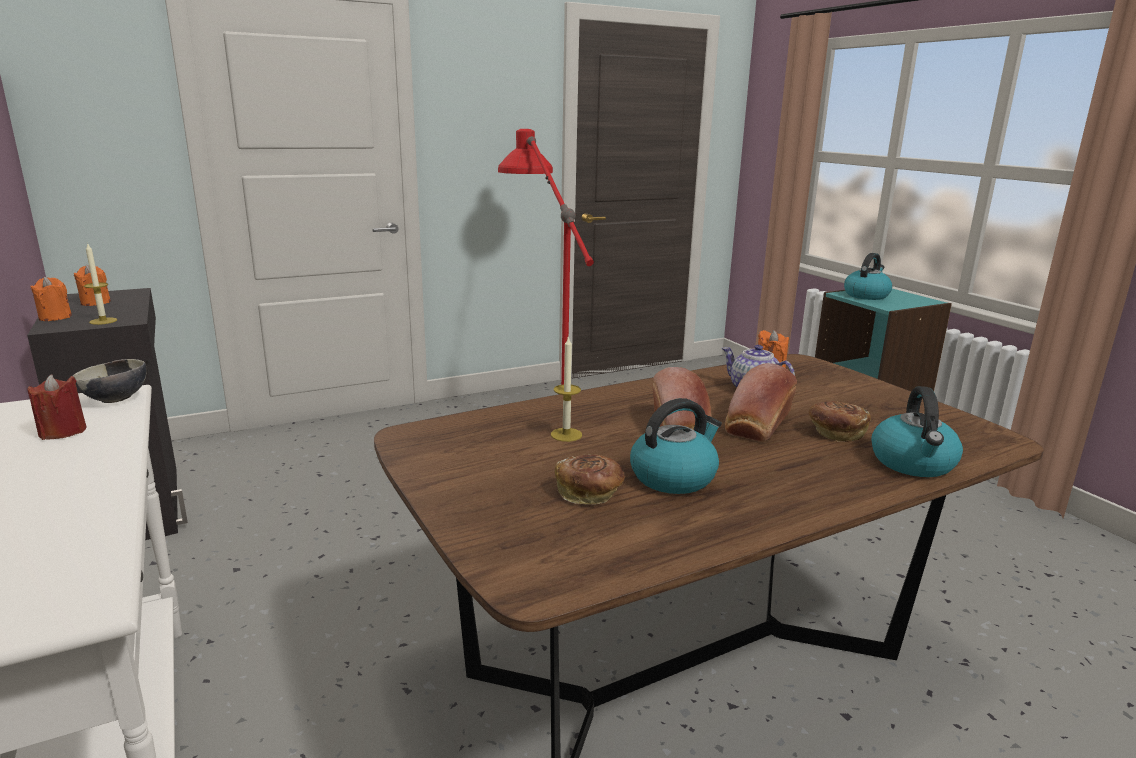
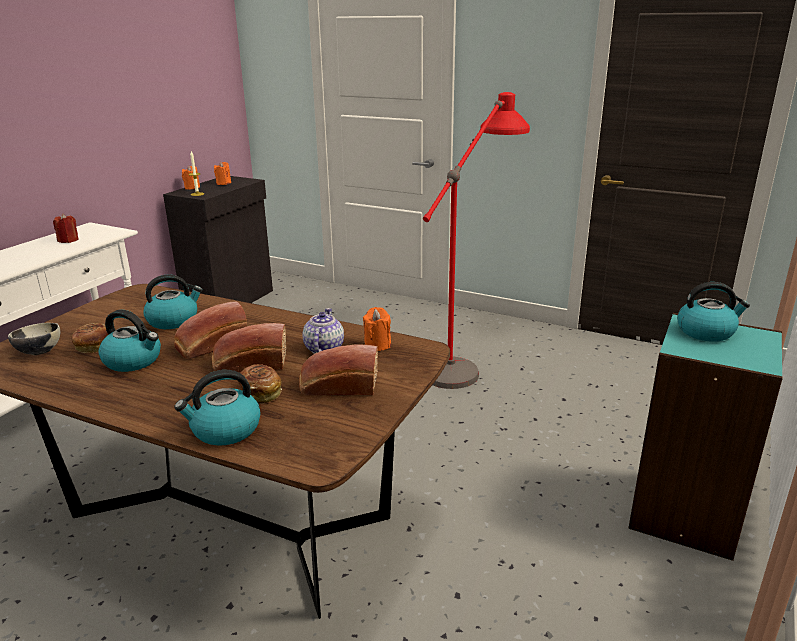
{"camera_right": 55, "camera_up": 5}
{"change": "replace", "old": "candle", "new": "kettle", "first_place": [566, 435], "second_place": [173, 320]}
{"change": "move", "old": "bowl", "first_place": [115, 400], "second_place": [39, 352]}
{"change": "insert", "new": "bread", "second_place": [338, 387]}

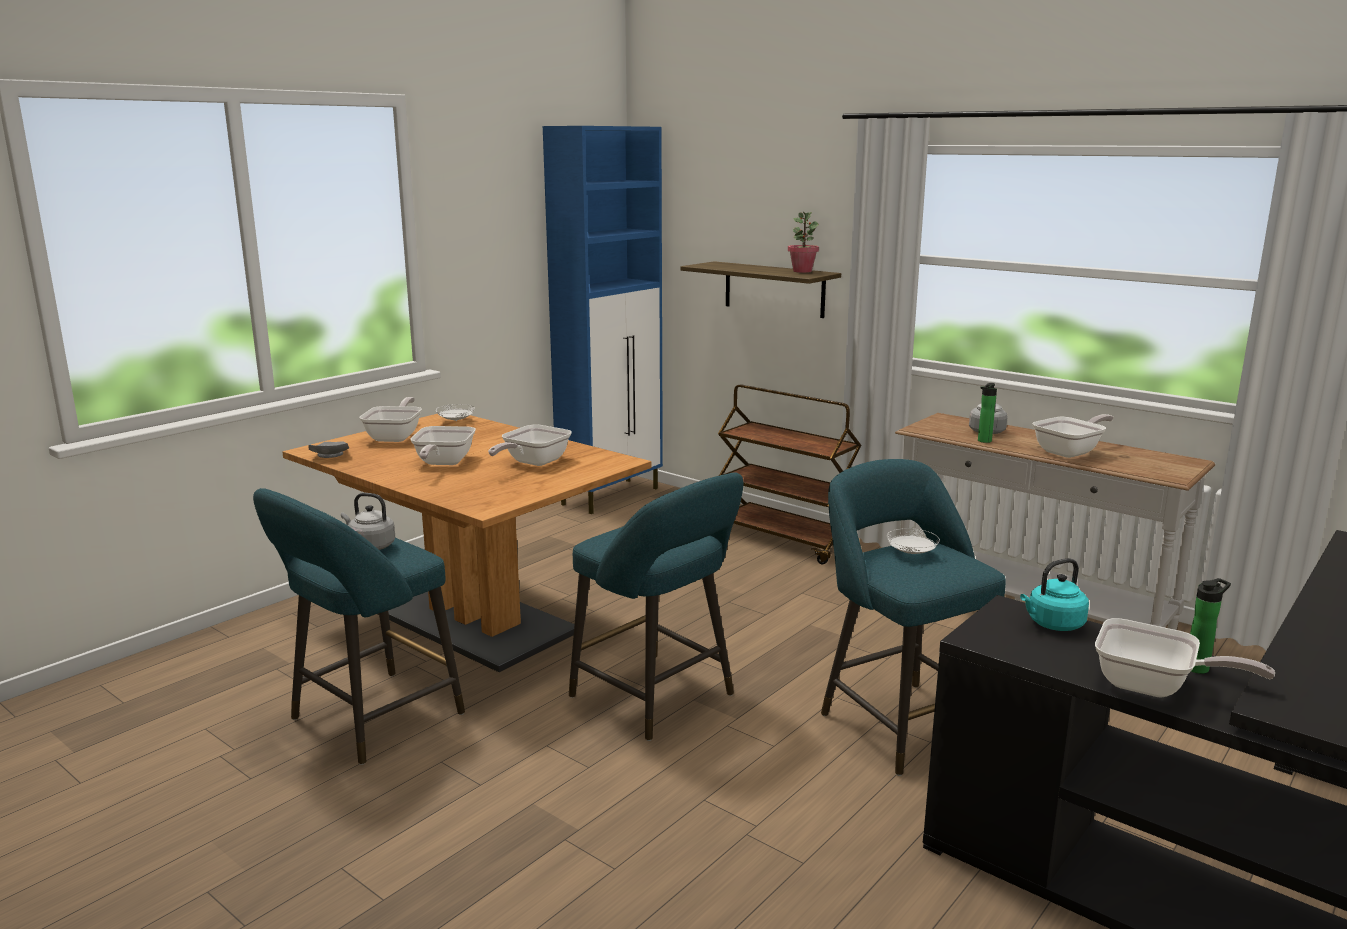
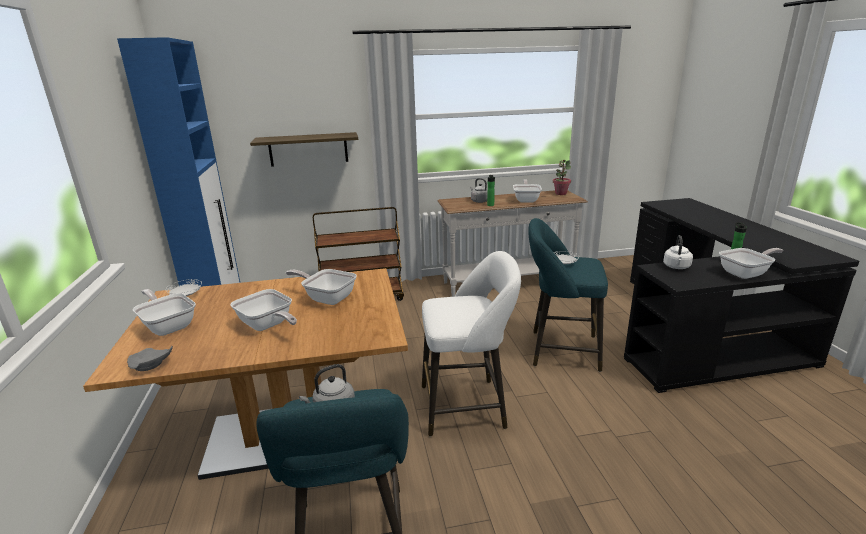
{"camera_right": -50, "camera_up": 5}
{"change": "move", "old": "potted plant", "first_place": [802, 271], "second_place": [560, 193]}
{"change": "rotate", "old": "frying pan", "first_place": [532, 463], "second_place": [327, 298], "degrees": 135}
{"change": "recolor", "old": "turquoise stool", "new": "white stool", "first_place": [658, 699], "second_place": [468, 406]}
{"change": "recolor", "old": "turquoise kettle", "new": "white kettle", "first_place": [1053, 624], "second_place": [676, 267]}

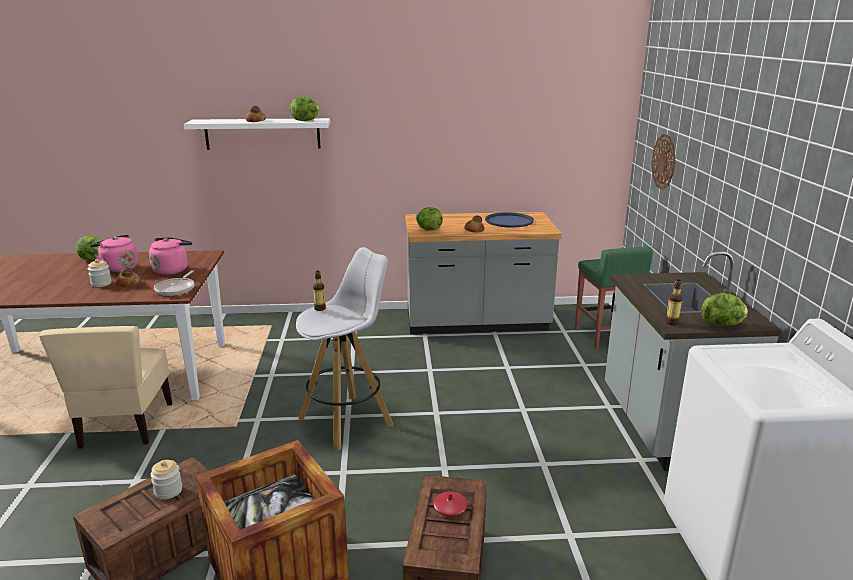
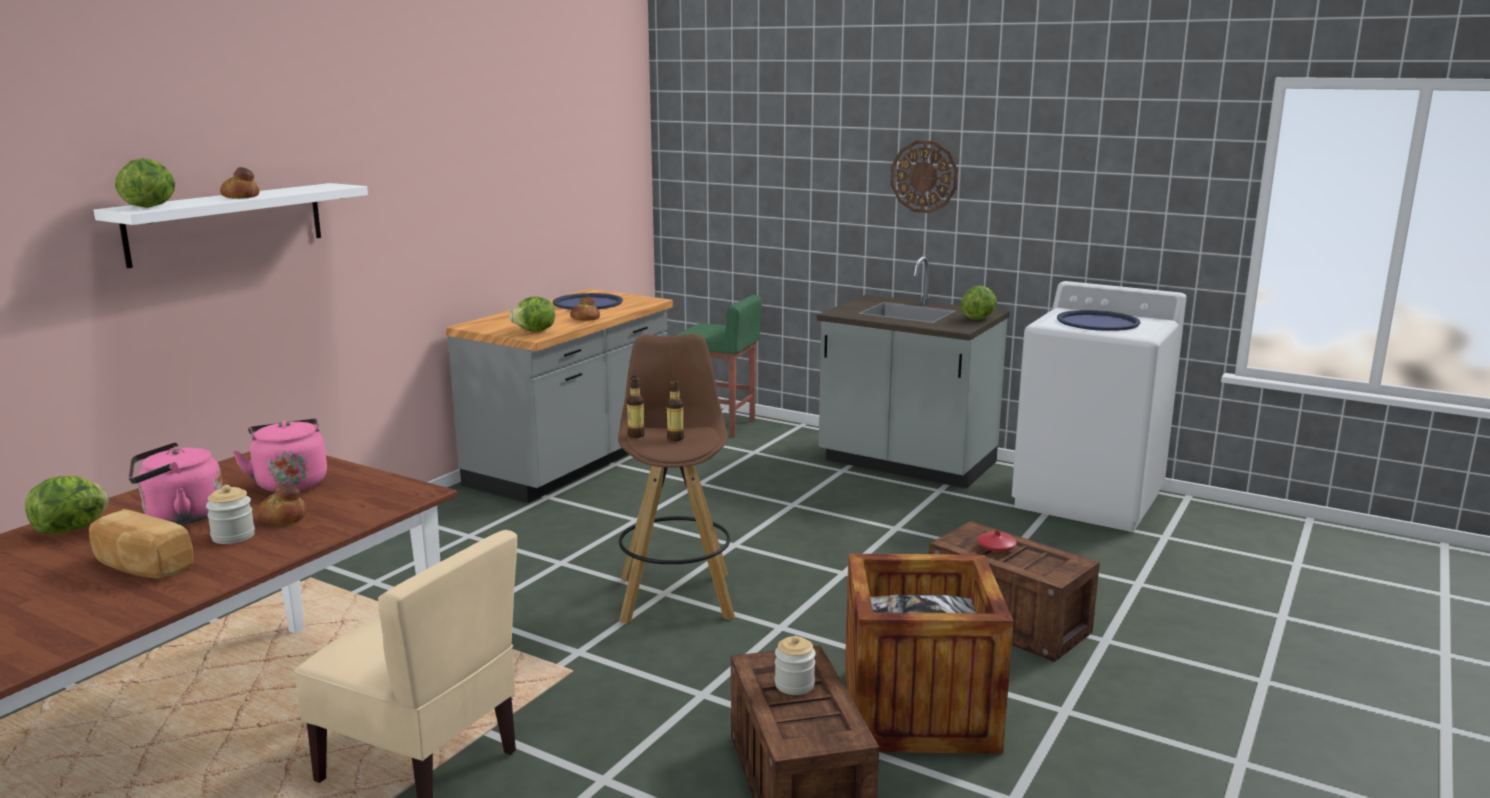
{"camera_right": -55, "camera_up": -5}
{"change": "move", "old": "lettuce", "first_place": [306, 120], "second_place": [151, 207]}
{"change": "move", "old": "wall clock", "first_place": [664, 161], "second_place": [924, 176]}
{"change": "recolor", "old": "white stool", "new": "brown stool", "first_place": [347, 421], "second_place": [676, 596]}
{"change": "delete", "old": "frying pan", "first_place": [176, 289]}
{"change": "move", "old": "bottle", "first_place": [671, 323], "second_place": [675, 438]}
{"change": "insert", "new": "blue tray", "second_place": [1097, 322]}
{"change": "insert", "new": "bread", "second_place": [142, 566]}

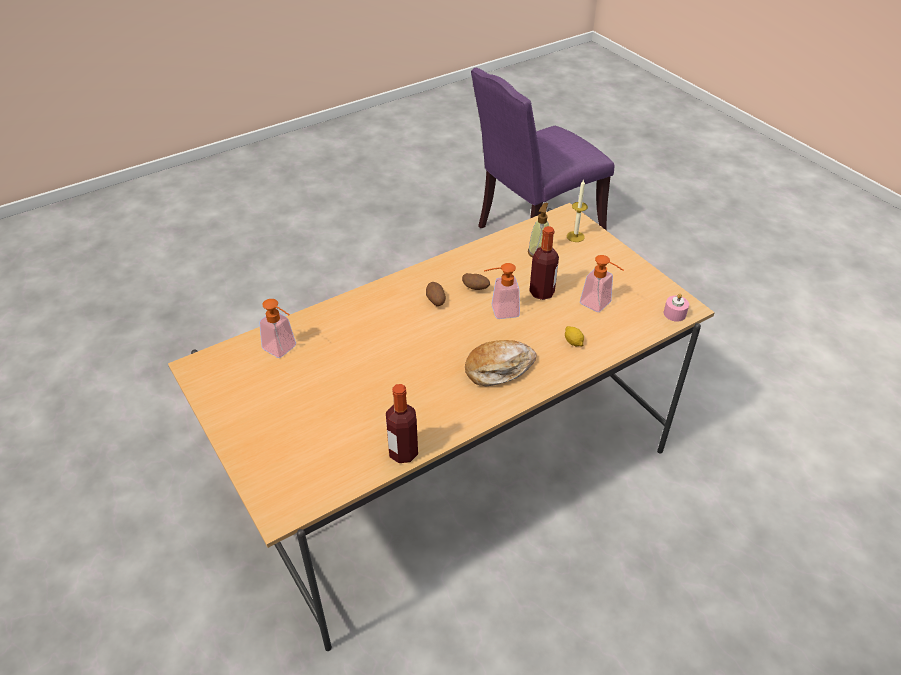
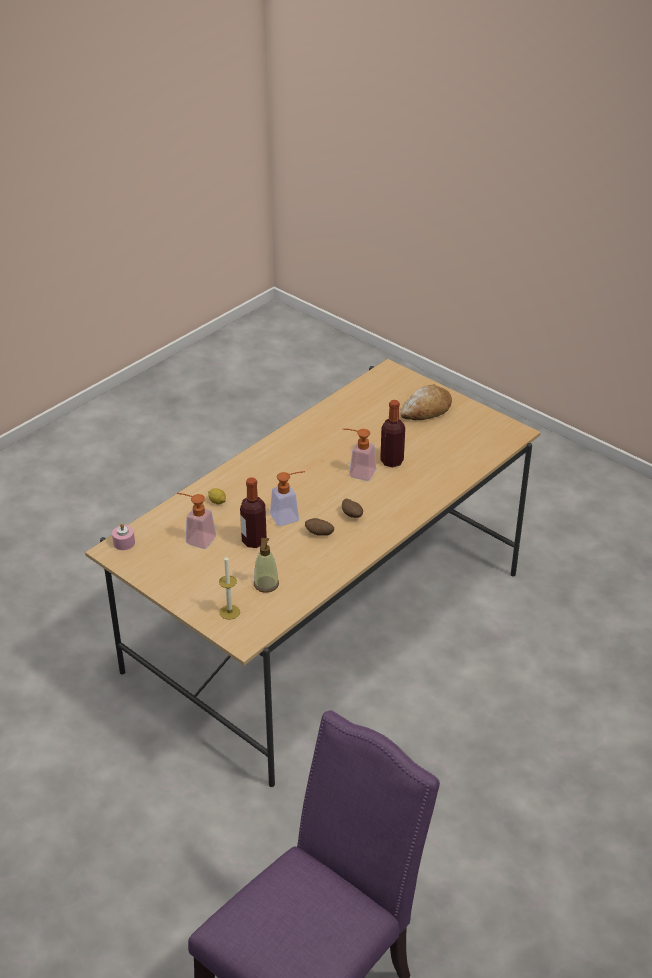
{"camera_right": 165, "camera_up": -5}
{"change": "move", "old": "soap dispenser", "first_place": [283, 350], "second_place": [357, 472]}
{"change": "move", "old": "bread", "first_place": [498, 368], "second_place": [426, 410]}
{"change": "move", "old": "bottle", "first_place": [403, 452], "second_place": [392, 461]}

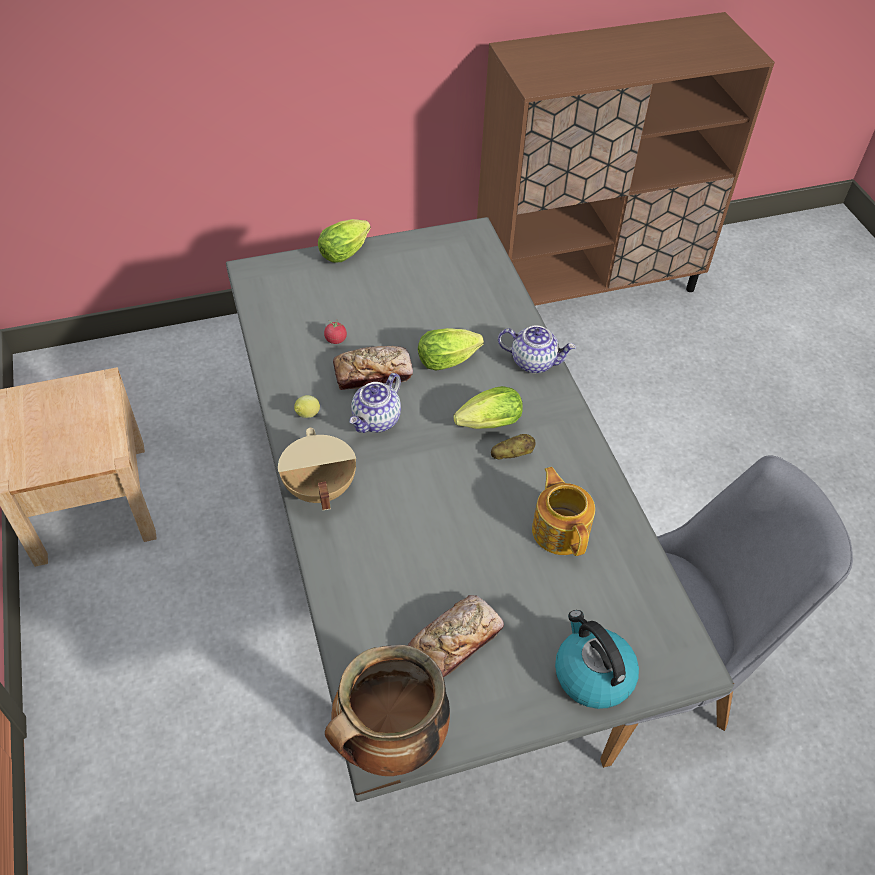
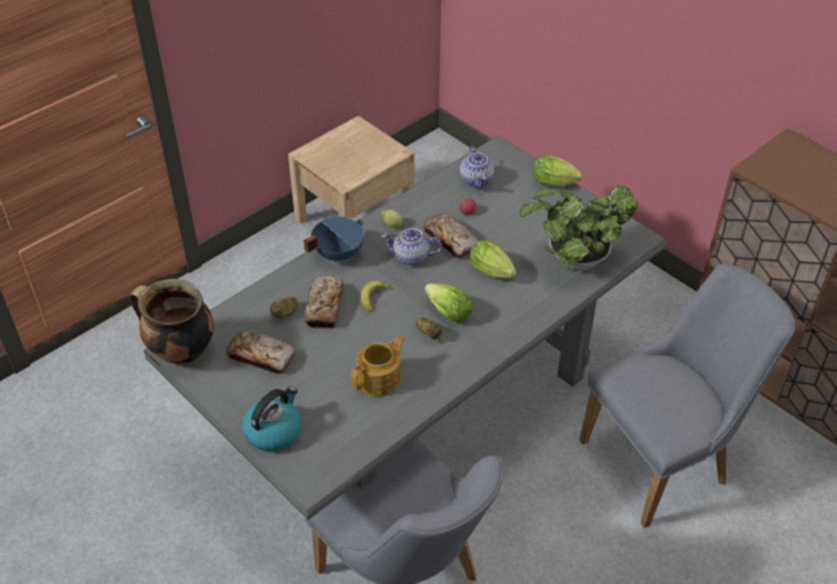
{"camera_right": 65, "camera_up": -5}
{"change": "move", "old": "teapot", "first_place": [534, 361], "second_place": [477, 180]}
{"change": "recolor", "old": "beige cooking pot", "new": "blue cooking pot", "first_place": [318, 488], "second_place": [337, 253]}
{"change": "insert", "new": "potted plant", "second_place": [572, 261]}
{"change": "insert", "new": "grey chair", "second_place": [665, 458]}
{"change": "insert", "new": "bread", "second_place": [324, 306]}
{"change": "insert", "new": "banana", "second_place": [373, 297]}
{"change": "insert", "new": "potato", "second_place": [285, 313]}

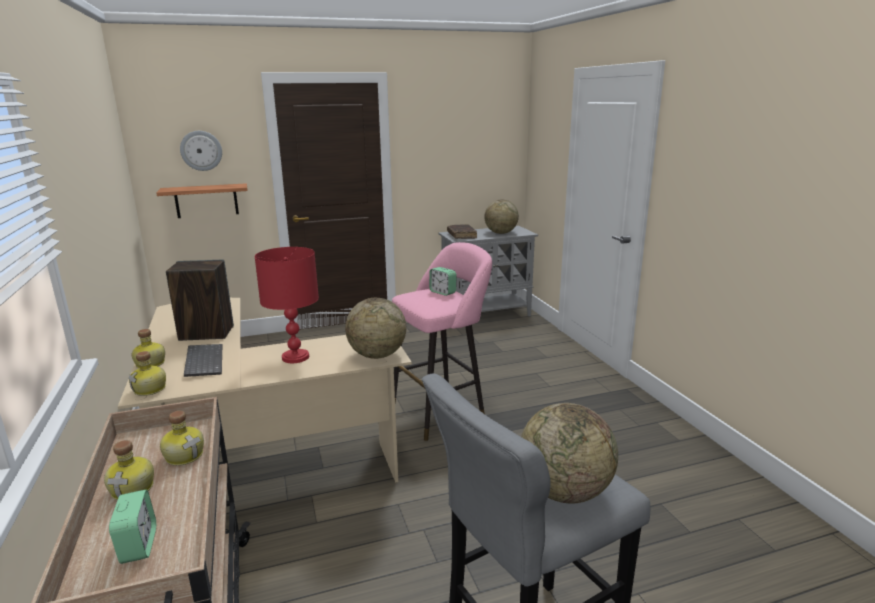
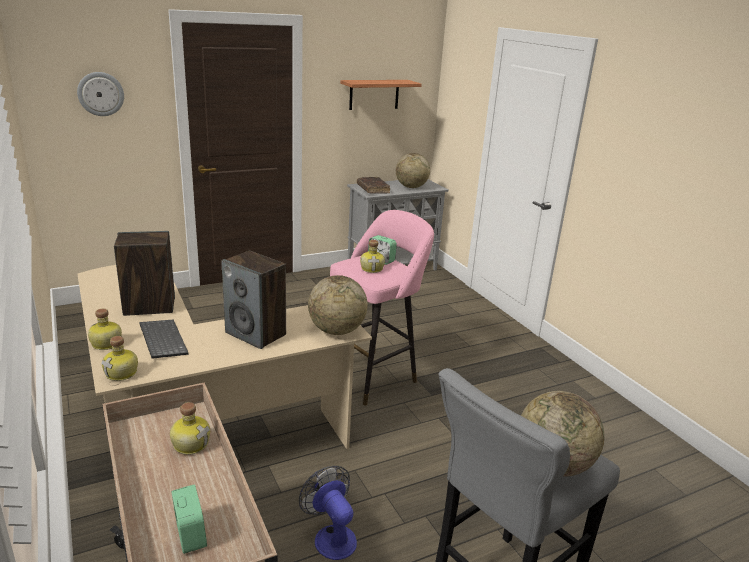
{"camera_right": -10, "camera_up": 5}
{"change": "move", "old": "shelf", "first_place": [206, 200], "second_place": [374, 94]}
{"change": "replace", "old": "red table lamp", "new": "speaker", "first_place": [296, 357], "second_place": [256, 334]}
{"change": "move", "old": "bottle", "first_place": [134, 488], "second_place": [372, 268]}
{"change": "insert", "new": "fan", "second_place": [331, 536]}

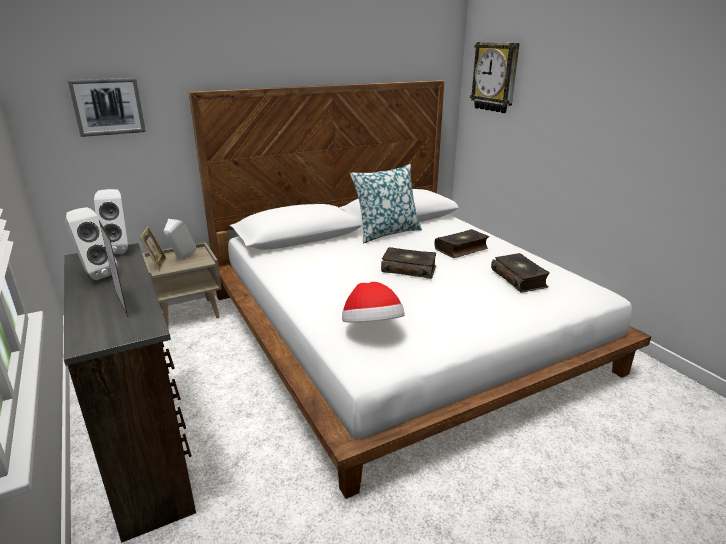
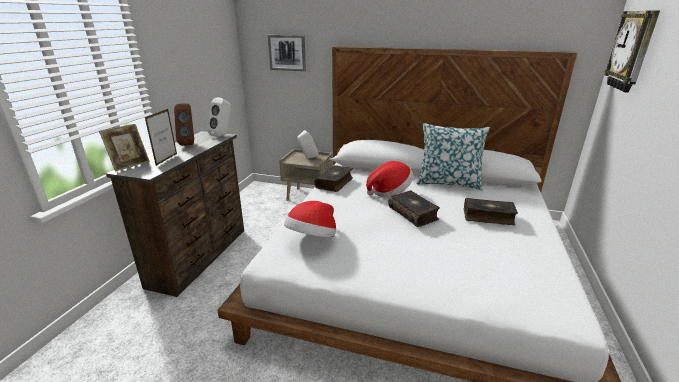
{"camera_right": 45, "camera_up": 0}
{"change": "recolor", "old": "white speaker", "new": "brown speaker", "first_place": [95, 275], "second_place": [189, 143]}
{"change": "move", "old": "picture frame", "first_place": [157, 264], "second_place": [130, 165]}
{"change": "move", "old": "book", "first_place": [519, 279], "second_place": [335, 183]}
{"change": "insert", "new": "hat", "second_place": [390, 192]}

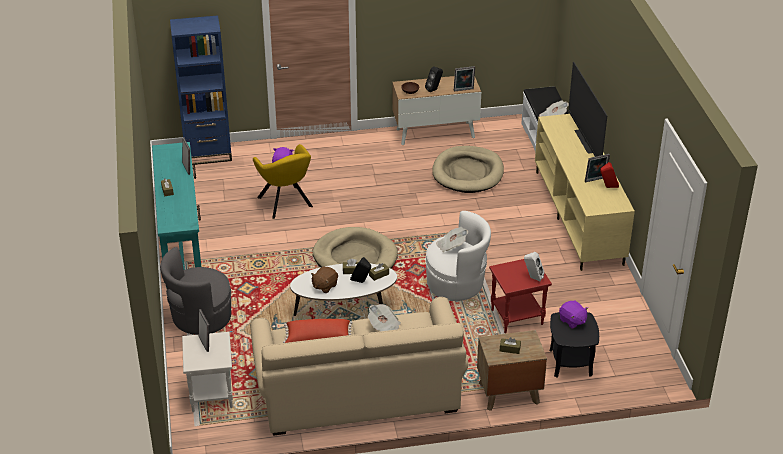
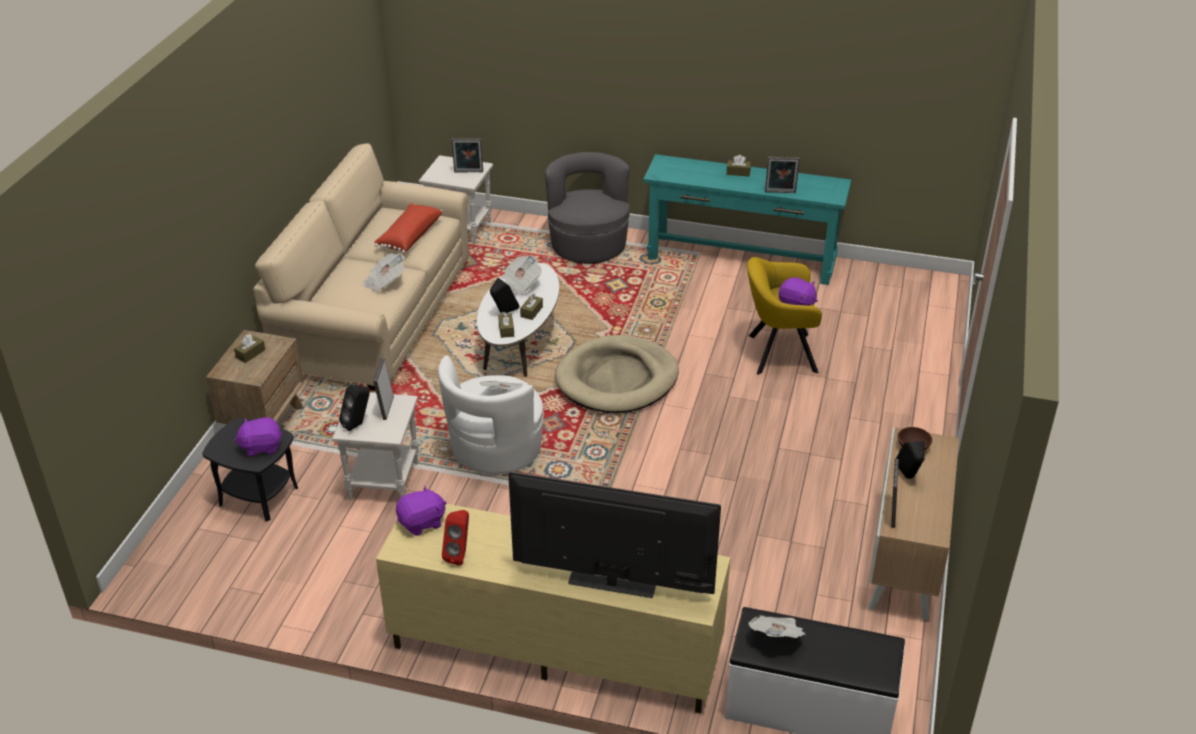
{"camera_right": 115, "camera_up": 0}
{"change": "delete", "old": "blue bookcase", "first_place": [208, 154]}
{"change": "delete", "old": "beige dog bed", "first_place": [468, 172]}
{"change": "move", "old": "picture frame", "first_place": [595, 180], "second_place": [386, 408]}
{"change": "recolor", "old": "white speaker", "new": "black speaker", "first_place": [532, 278], "second_place": [358, 424]}
{"change": "recolor", "old": "red side table", "new": "white side table", "first_place": [517, 316], "second_place": [385, 482]}
{"change": "replace", "old": "brown plush toy", "new": "newspaper", "first_place": [324, 286], "second_place": [519, 285]}
{"change": "insert", "new": "purple plush toy", "second_place": [422, 523]}

